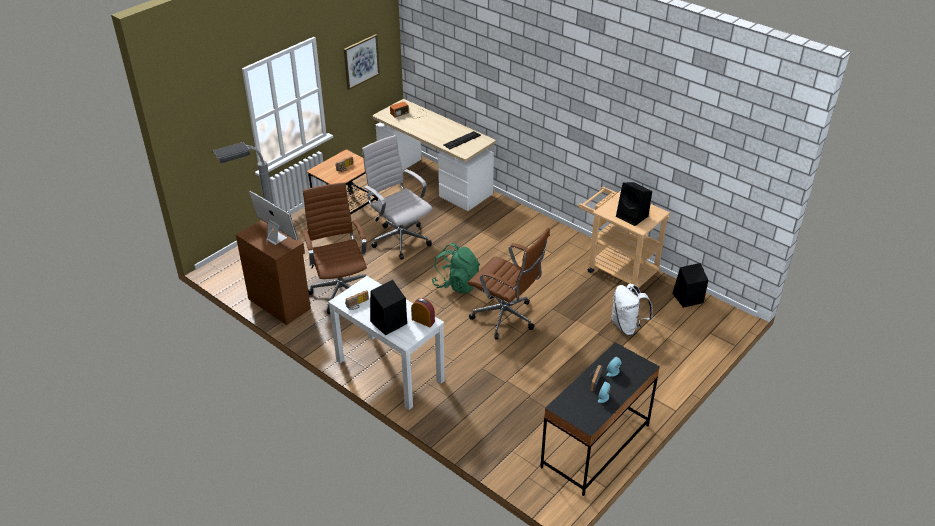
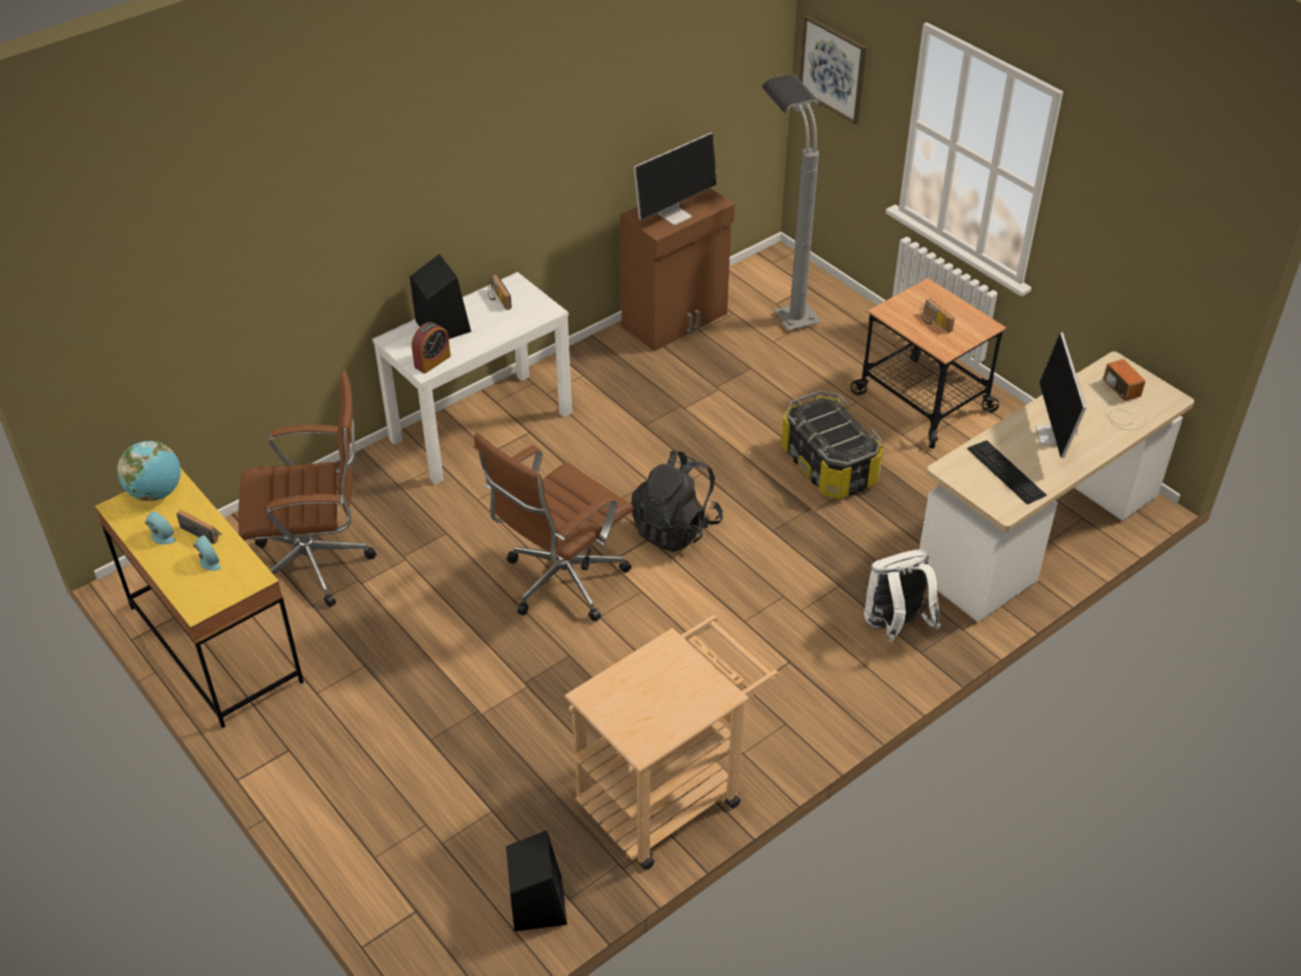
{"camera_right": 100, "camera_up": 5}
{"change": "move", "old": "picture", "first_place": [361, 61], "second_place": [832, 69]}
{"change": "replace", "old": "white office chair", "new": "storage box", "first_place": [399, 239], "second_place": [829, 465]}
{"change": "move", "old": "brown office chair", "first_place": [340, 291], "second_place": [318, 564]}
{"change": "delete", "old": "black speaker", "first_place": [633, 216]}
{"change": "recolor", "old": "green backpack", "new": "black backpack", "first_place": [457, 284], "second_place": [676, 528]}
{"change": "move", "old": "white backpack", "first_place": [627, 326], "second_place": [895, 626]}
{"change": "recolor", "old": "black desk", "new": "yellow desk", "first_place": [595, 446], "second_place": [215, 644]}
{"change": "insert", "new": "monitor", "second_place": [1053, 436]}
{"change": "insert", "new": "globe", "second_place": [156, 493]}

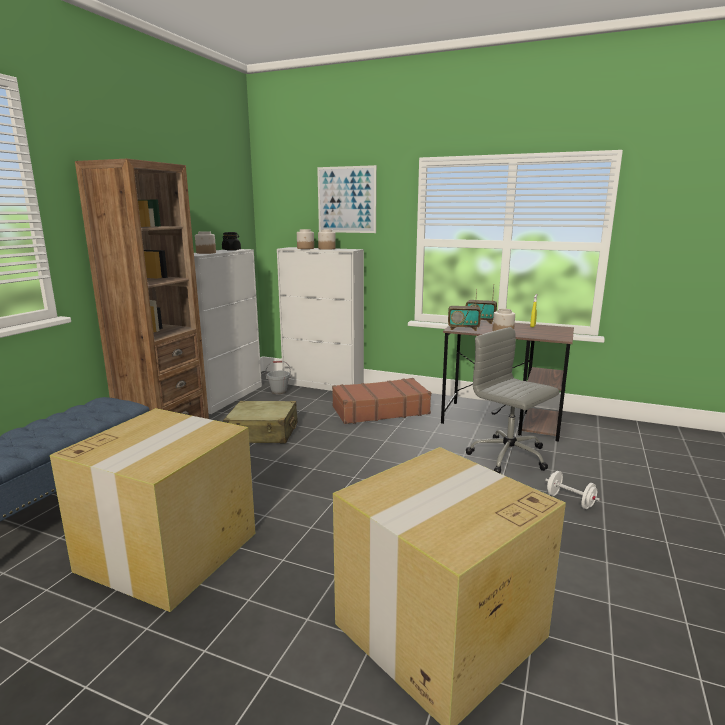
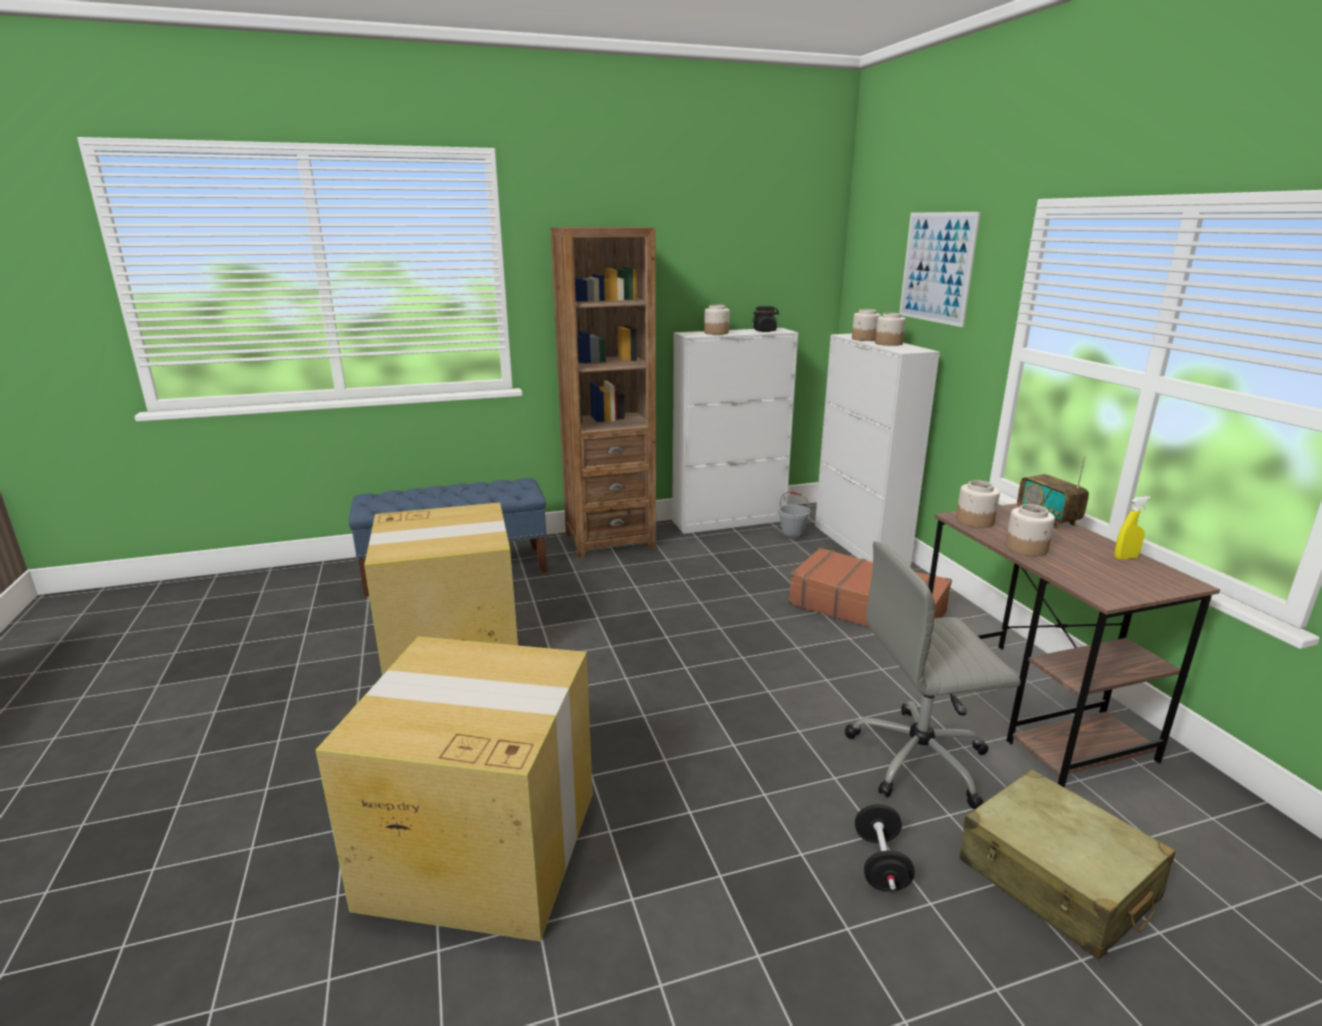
{"camera_right": 50, "camera_up": 5}
{"change": "replace", "old": "radio", "new": "jar", "first_place": [463, 328], "second_place": [975, 521]}
{"change": "rotate", "old": "grey office chair", "first_place": [509, 457], "second_place": [920, 758], "degrees": -105}
{"change": "move", "old": "beige suitcase", "first_place": [263, 433], "second_place": [1057, 879]}
{"change": "recolor", "old": "white dumbbell", "new": "black dumbbell", "first_place": [570, 501], "second_place": [880, 864]}

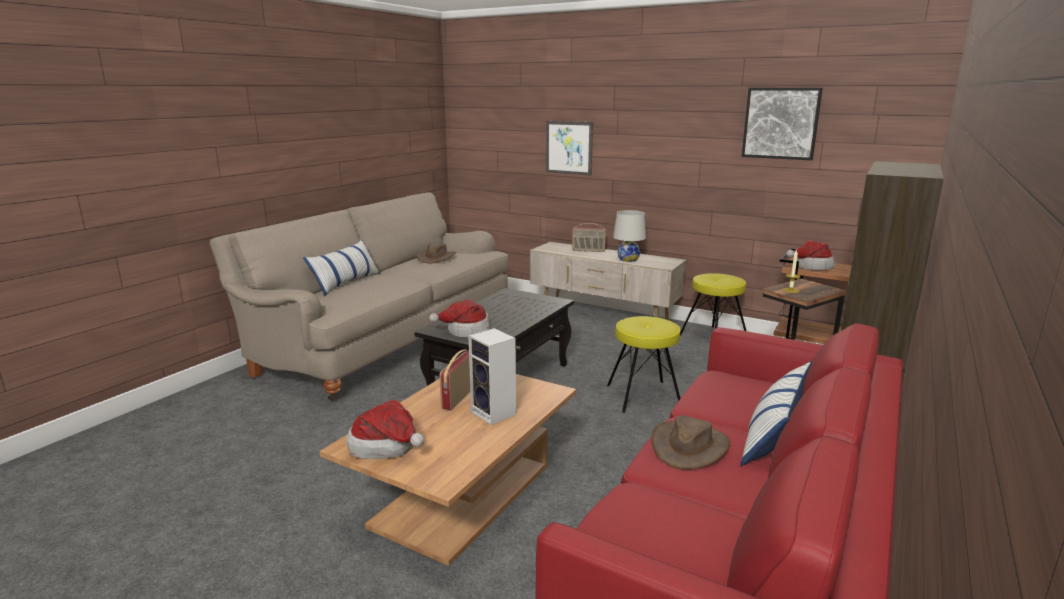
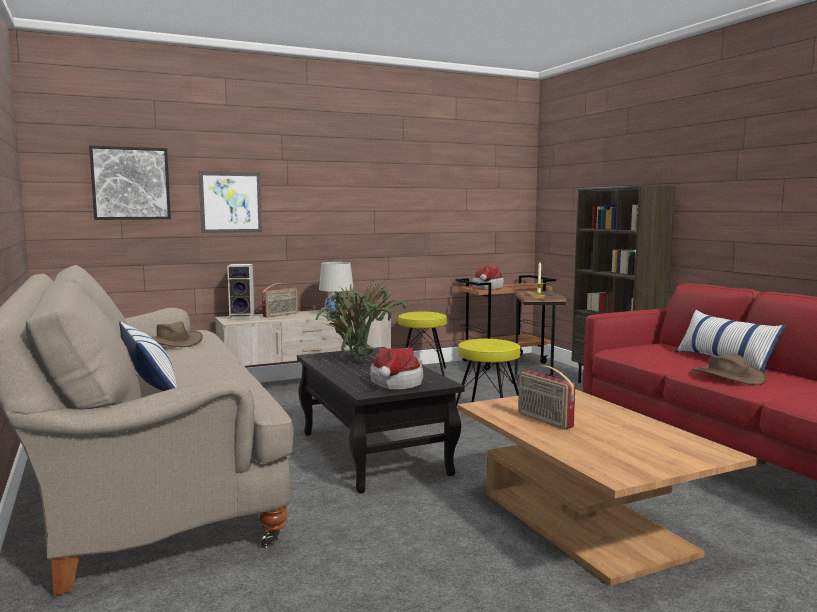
{"camera_right": -55, "camera_up": -10}
{"change": "move", "old": "picture", "first_place": [780, 123], "second_place": [130, 183]}
{"change": "move", "old": "speaker", "first_place": [495, 413], "second_place": [243, 317]}
{"change": "delete", "old": "hat", "first_place": [387, 447]}
{"change": "insert", "new": "potted plant", "second_place": [358, 362]}

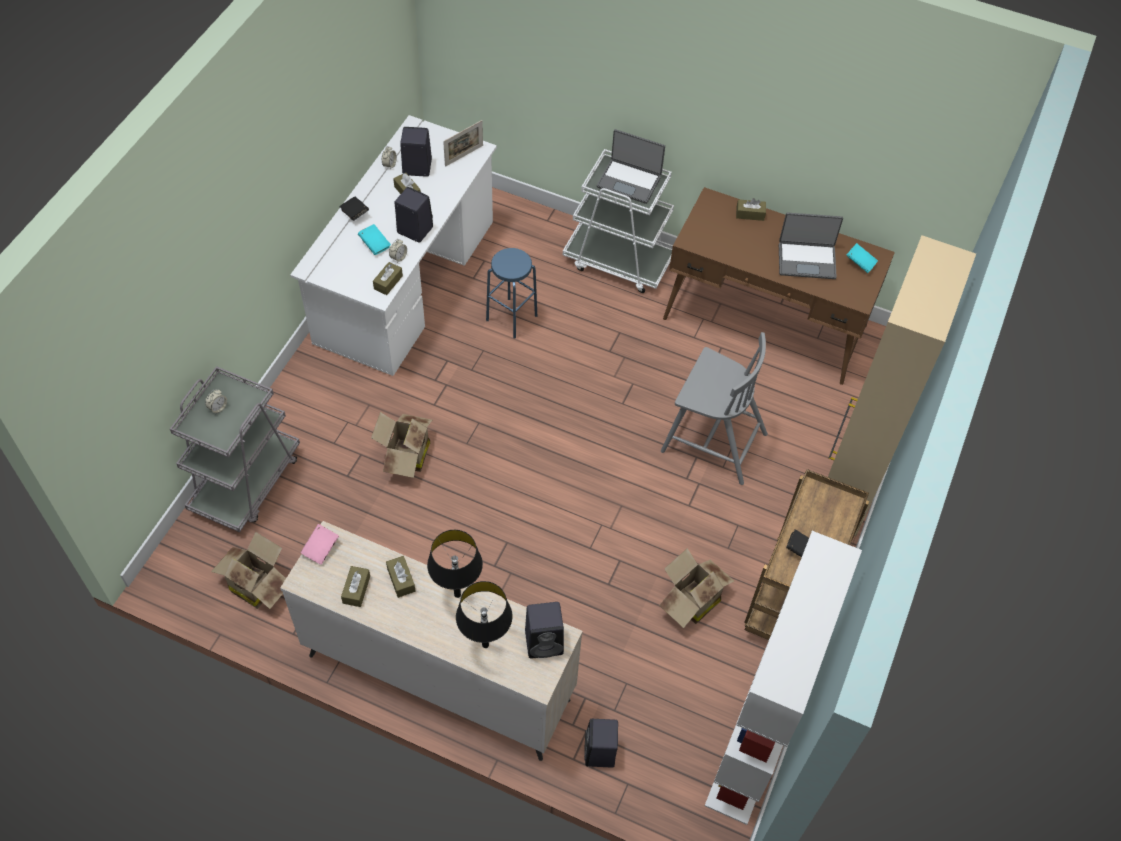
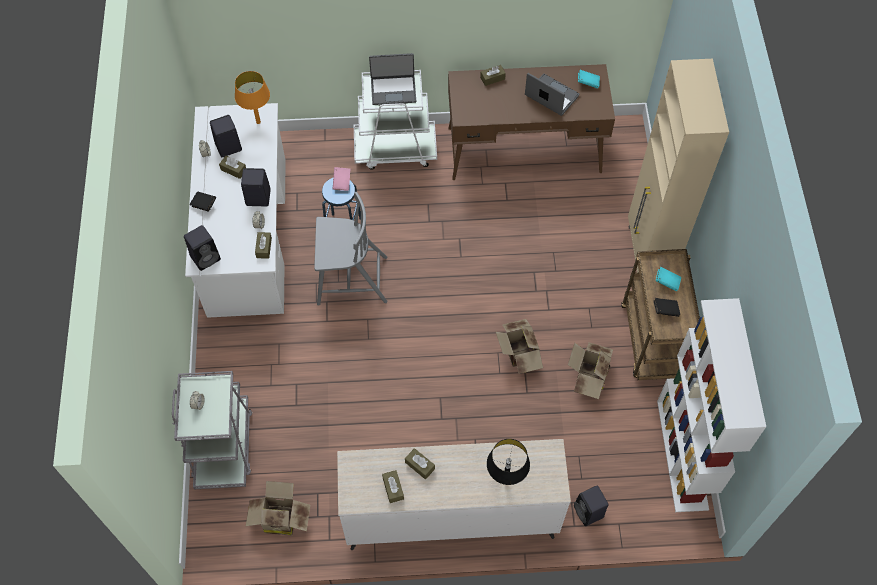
{"camera_right": -25, "camera_up": 5}
{"change": "replace", "old": "picture frame", "new": "orange table lamp", "first_place": [464, 155], "second_place": [258, 122]}
{"change": "rotate", "old": "laptop", "first_place": [806, 260], "second_place": [551, 96], "degrees": -120}
{"change": "move", "old": "turquoise book", "first_place": [375, 245], "second_place": [667, 282]}
{"change": "move", "old": "grey chair", "first_place": [712, 441], "second_place": [350, 280]}
{"change": "move", "old": "cardboard box", "first_place": [405, 456], "second_place": [518, 355]}
{"change": "move", "old": "pink book", "first_place": [321, 549], "second_place": [342, 182]}
{"change": "delete", "old": "black table lamp", "first_place": [457, 594]}
{"change": "move", "old": "black speaker", "first_place": [545, 642], "second_place": [206, 257]}

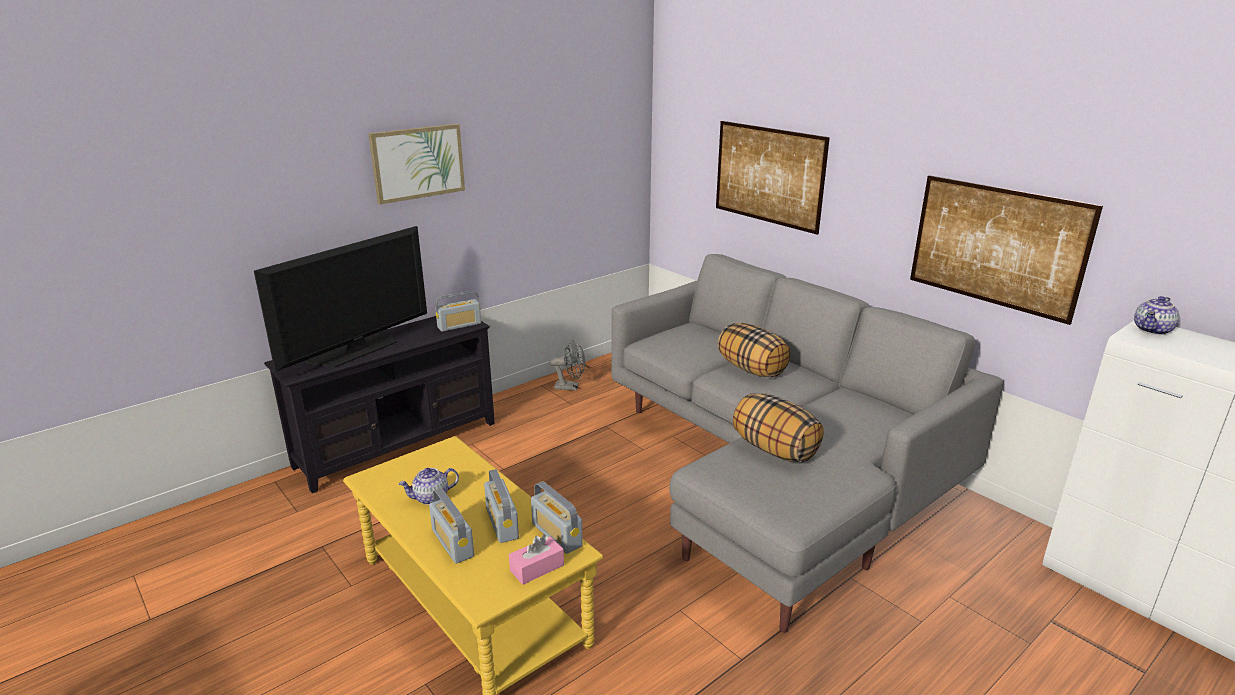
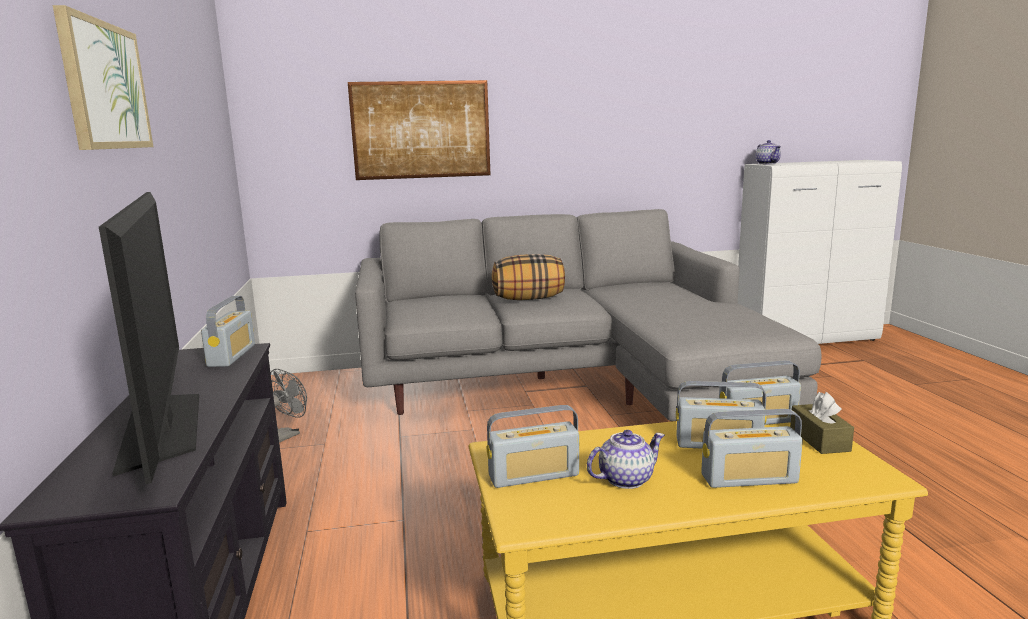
{"camera_right": -60, "camera_up": -10}
{"change": "delete", "old": "picture", "first_place": [996, 246]}
{"change": "delete", "old": "pillow", "first_place": [774, 450]}
{"change": "rotate", "old": "teapot", "first_place": [431, 498], "second_place": [626, 479], "degrees": -120}
{"change": "recolor", "old": "pink tissue box", "new": "brown tissue box", "first_place": [537, 568], "second_place": [819, 439]}
{"change": "insert", "new": "radio", "second_place": [534, 475]}

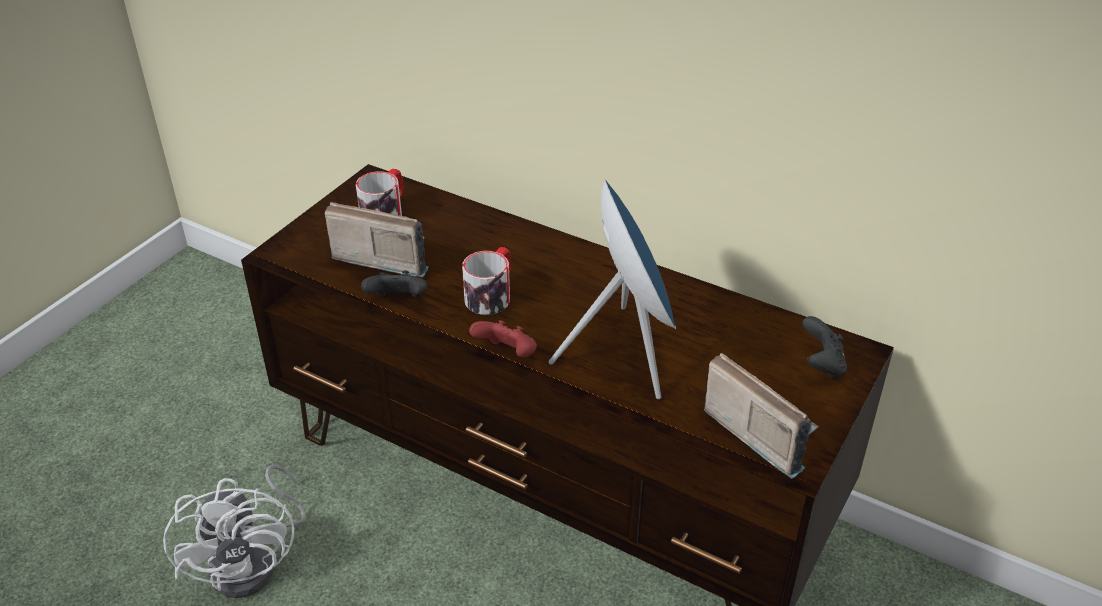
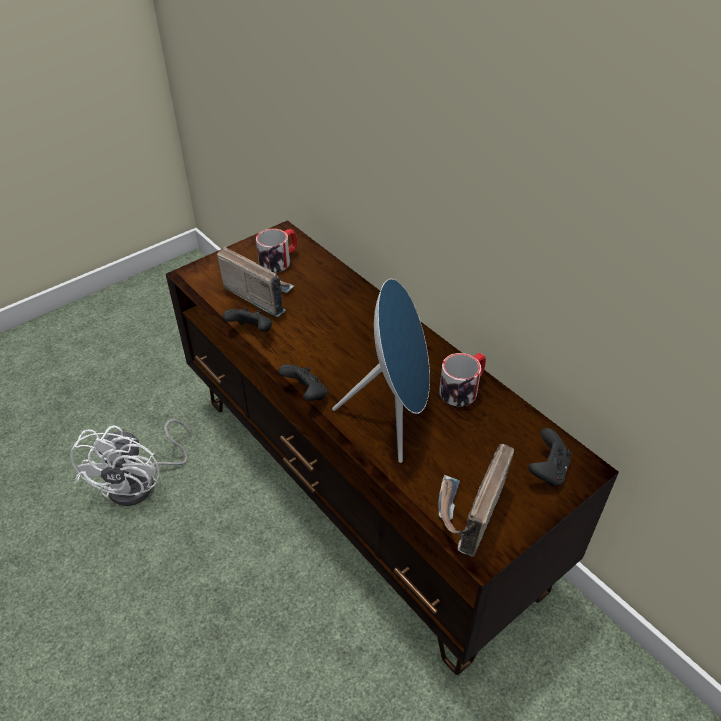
{"camera_right": 20, "camera_up": 5}
{"change": "move", "old": "mug", "first_place": [492, 294], "second_place": [463, 388]}
{"change": "recolor", "old": "red game controller", "new": "black game controller", "first_place": [507, 354], "second_place": [306, 394]}
{"change": "rotate", "old": "radio", "first_place": [760, 431], "second_place": [467, 513], "degrees": -135}

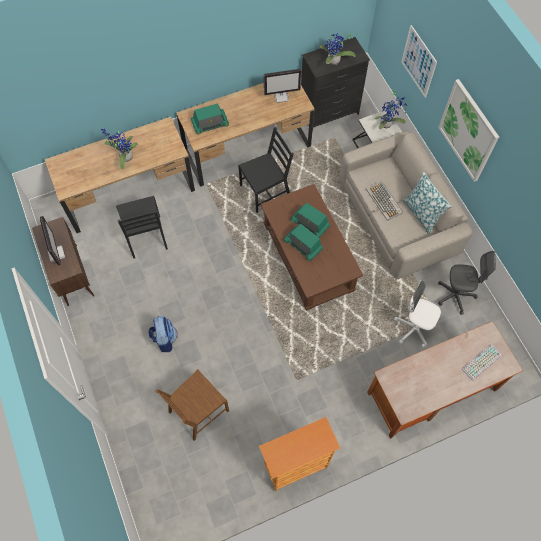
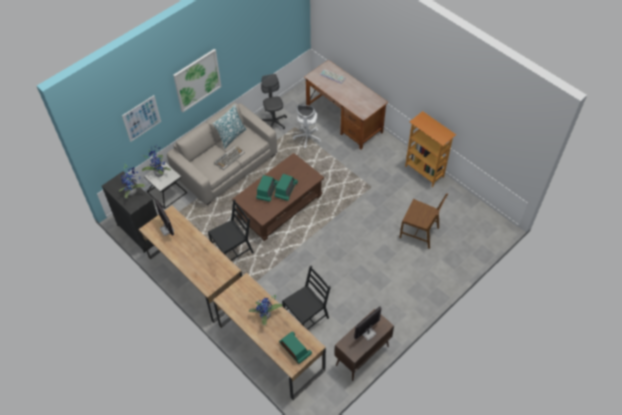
{"camera_right": -110, "camera_up": -10}
{"change": "move", "old": "radio", "first_place": [210, 124], "second_place": [295, 349]}
{"change": "rotate", "old": "black chair", "first_place": [265, 191], "second_place": [233, 250], "degrees": 105}
{"change": "delete", "old": "backpack", "first_place": [164, 339]}

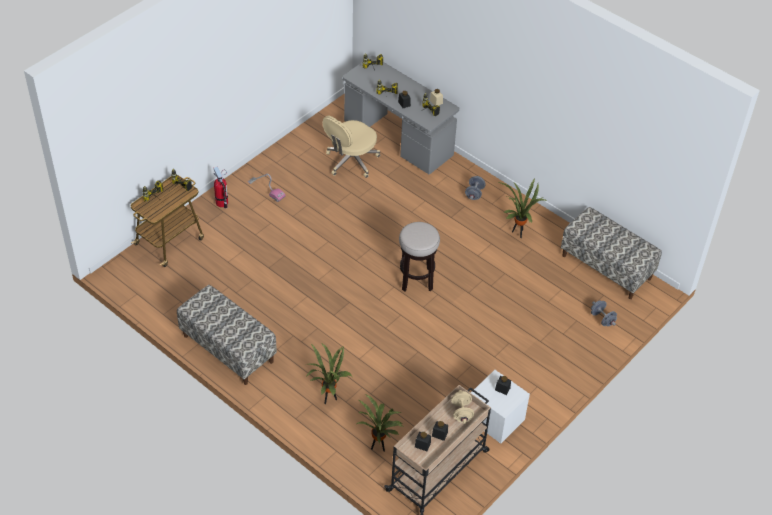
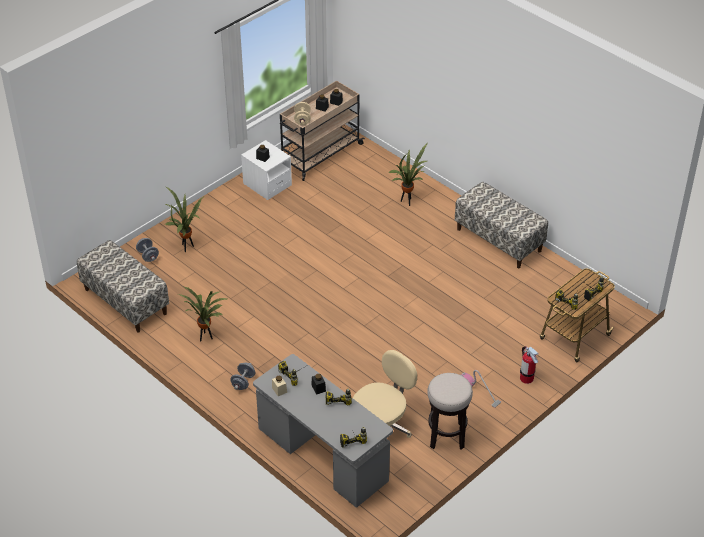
{"camera_right": -175, "camera_up": -5}
{"change": "move", "old": "stool", "first_place": [416, 279], "second_place": [446, 436]}
{"change": "move", "old": "potted plant", "first_place": [378, 447], "second_place": [187, 247]}

